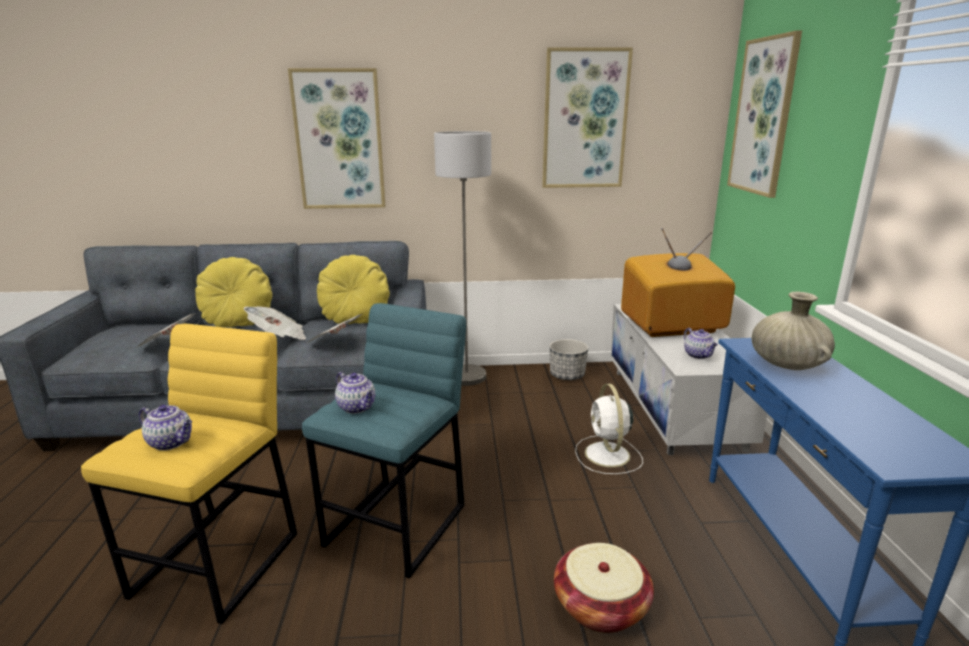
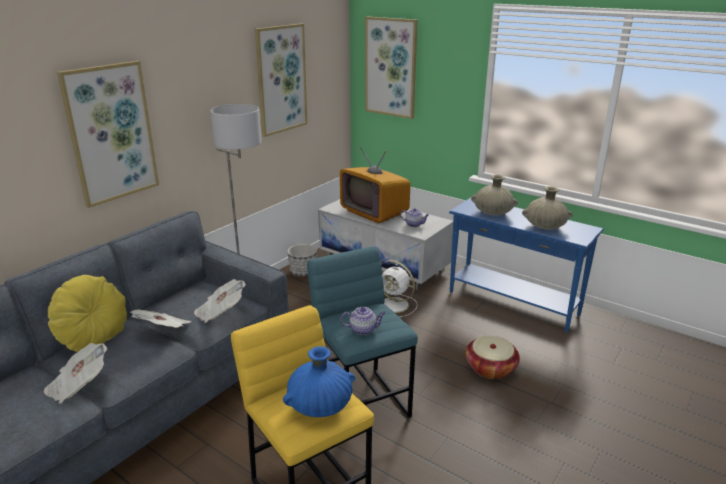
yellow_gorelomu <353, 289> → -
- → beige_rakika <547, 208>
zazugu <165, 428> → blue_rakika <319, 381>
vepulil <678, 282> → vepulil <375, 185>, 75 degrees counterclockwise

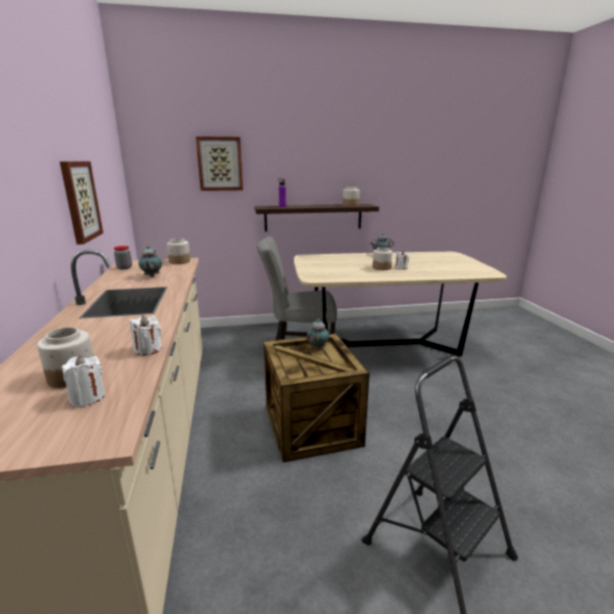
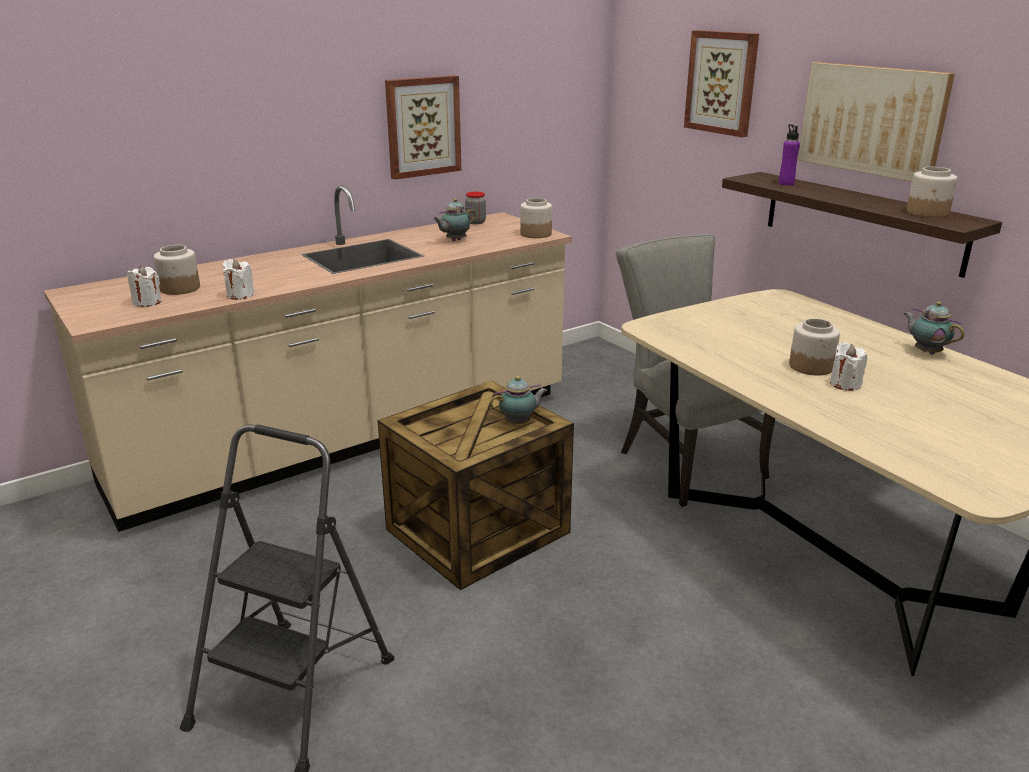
- → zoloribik <876, 122>

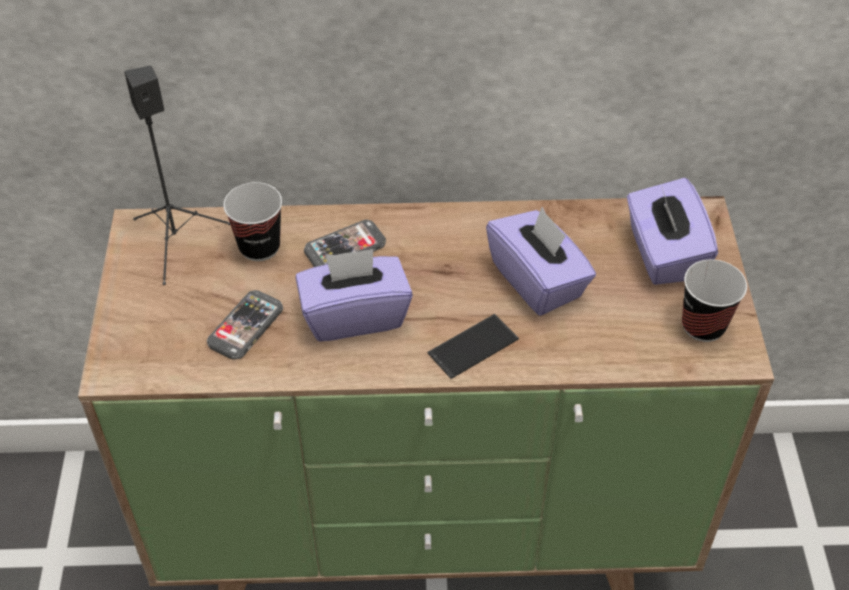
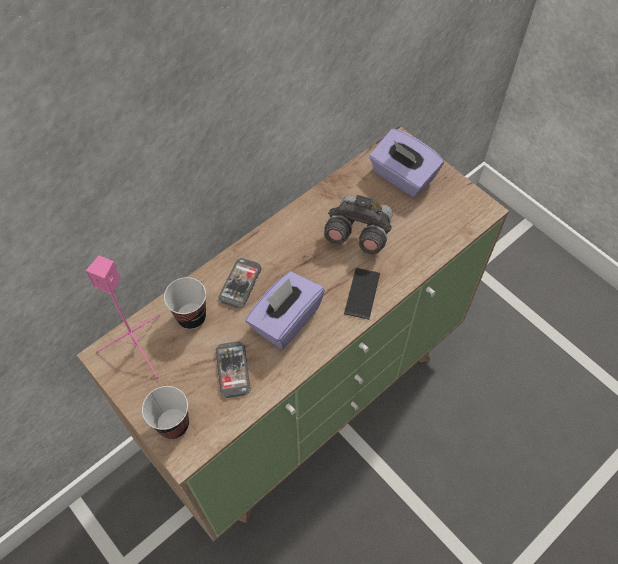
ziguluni <714, 300> → ziguluni <165, 412>, moved
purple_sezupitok <541, 261> → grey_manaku <358, 225>
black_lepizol <177, 175> → pink_lepizol <123, 317>

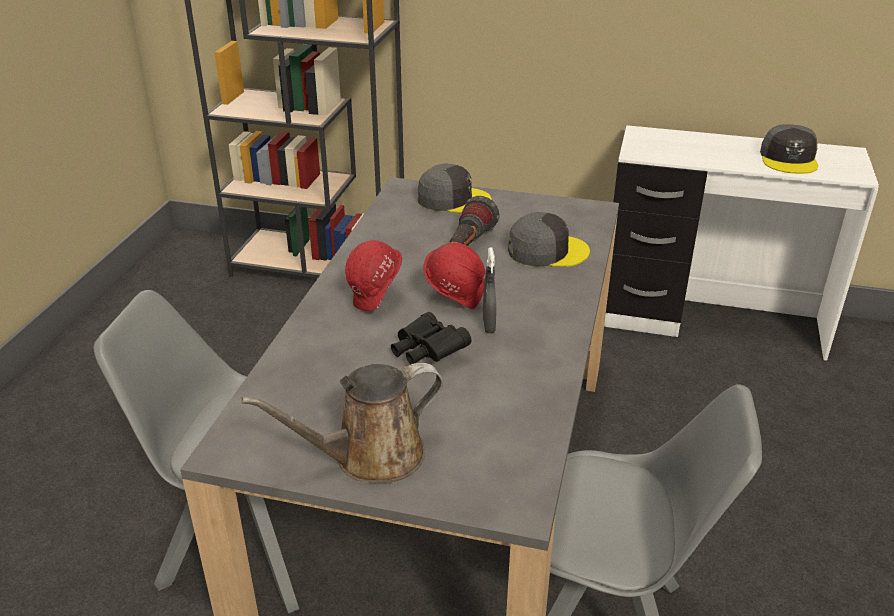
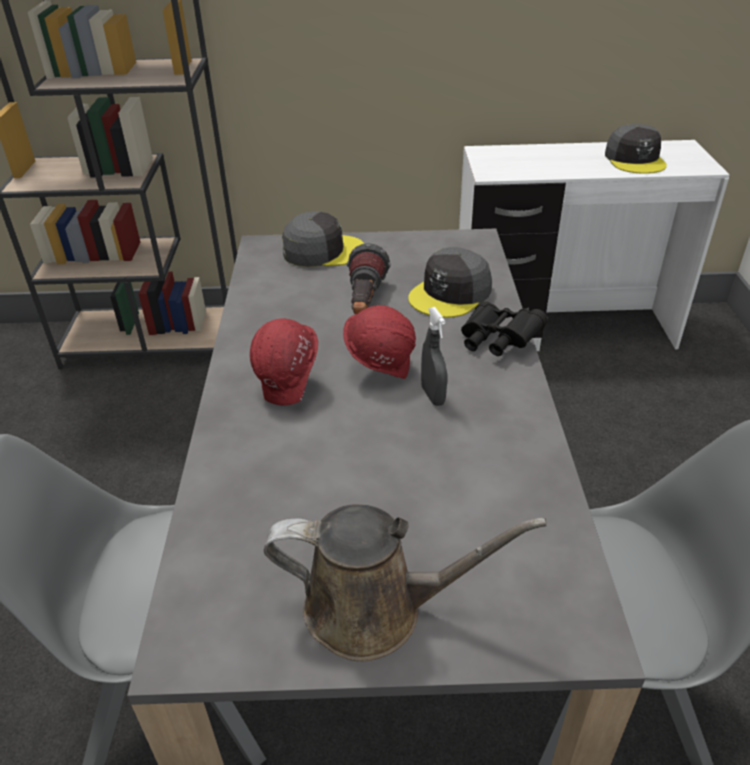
black_manaku <431, 338> → black_manaku <504, 328>, moved
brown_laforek <342, 422> → brown_laforek <405, 582>, 135 degrees counterclockwise
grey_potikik <549, 239> → grey_potikik <450, 282>, 150 degrees clockwise

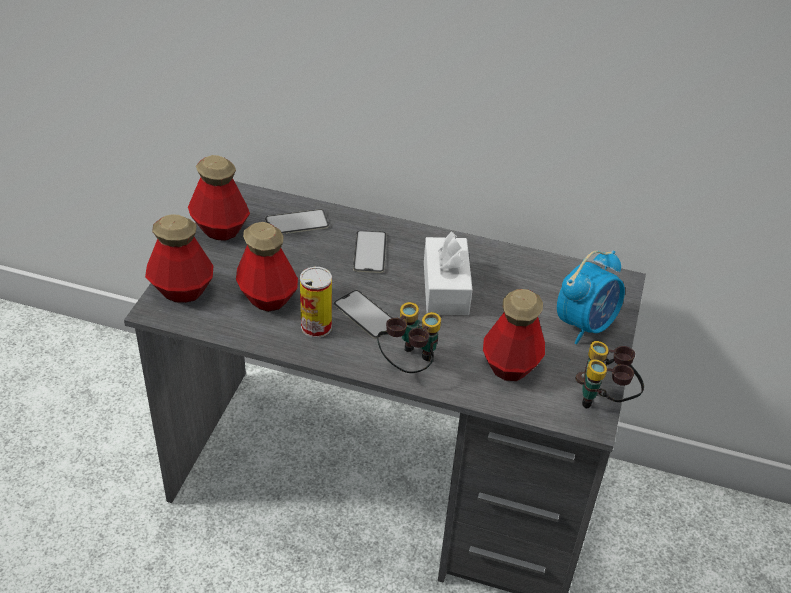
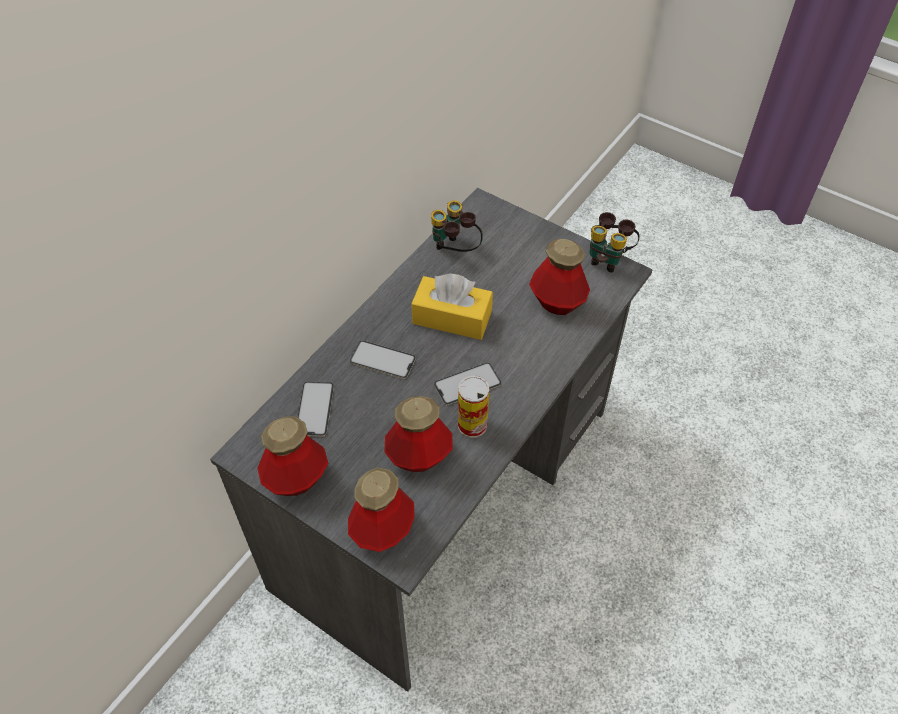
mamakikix <591, 297> → -
manaku <409, 337> → manaku <457, 226>, moved
white_sezupitok <448, 273> → yellow_sezupitok <452, 306>

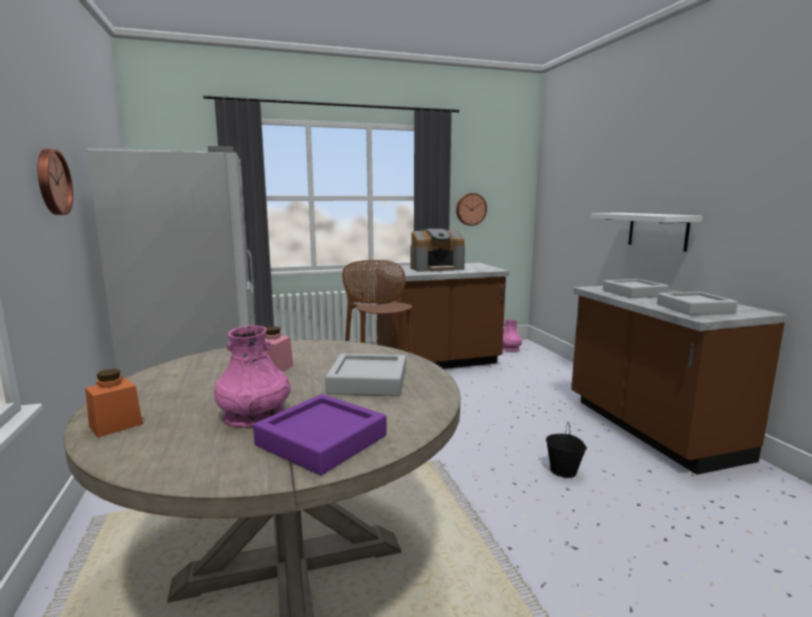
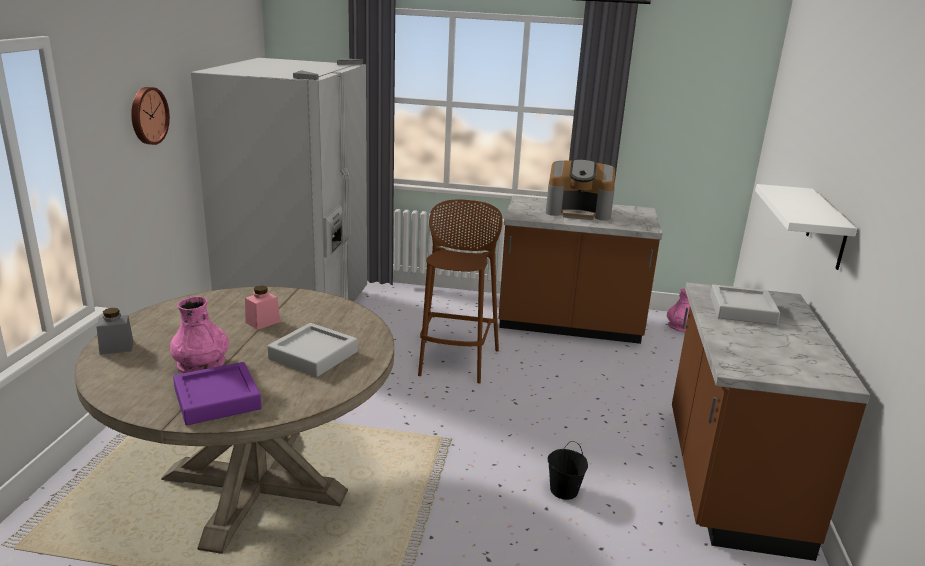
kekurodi <471, 209> → -
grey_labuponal <697, 303> → -
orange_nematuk <114, 403> → grey_nematuk <115, 331>

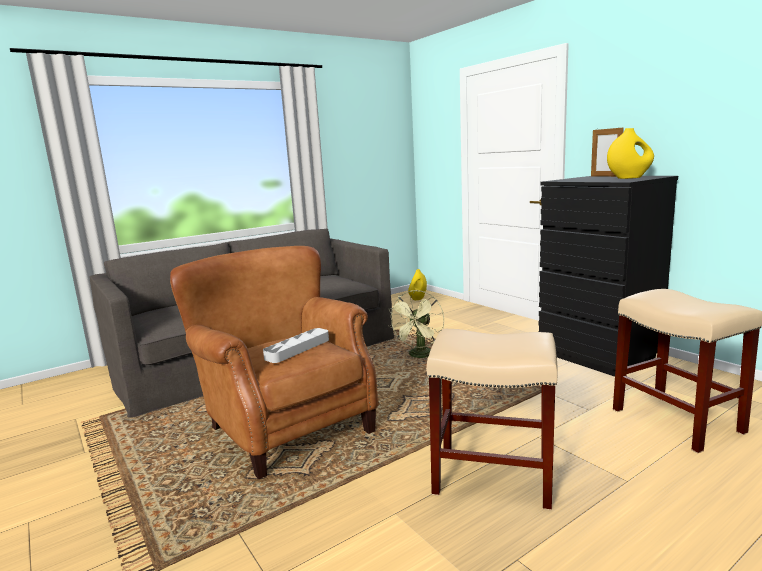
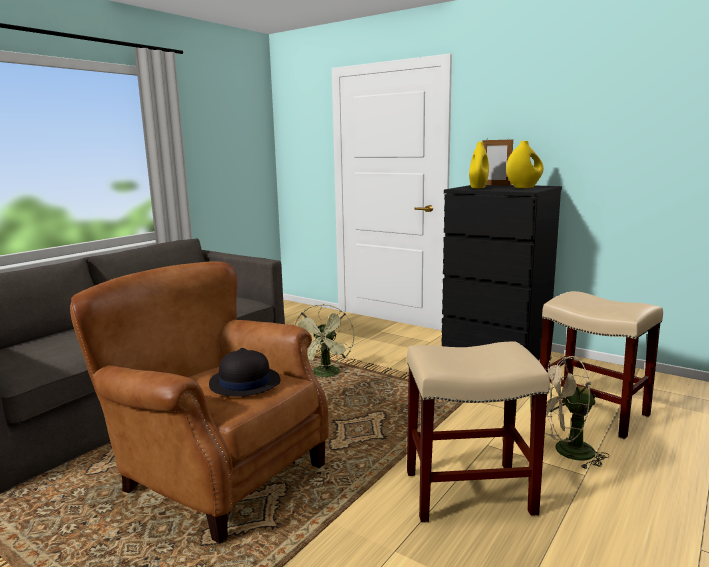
- → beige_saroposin <576, 412>
yellow_rakika <417, 284> → yellow_rakika <479, 165>, moved
grey_labuponal <296, 345> → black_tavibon <244, 372>

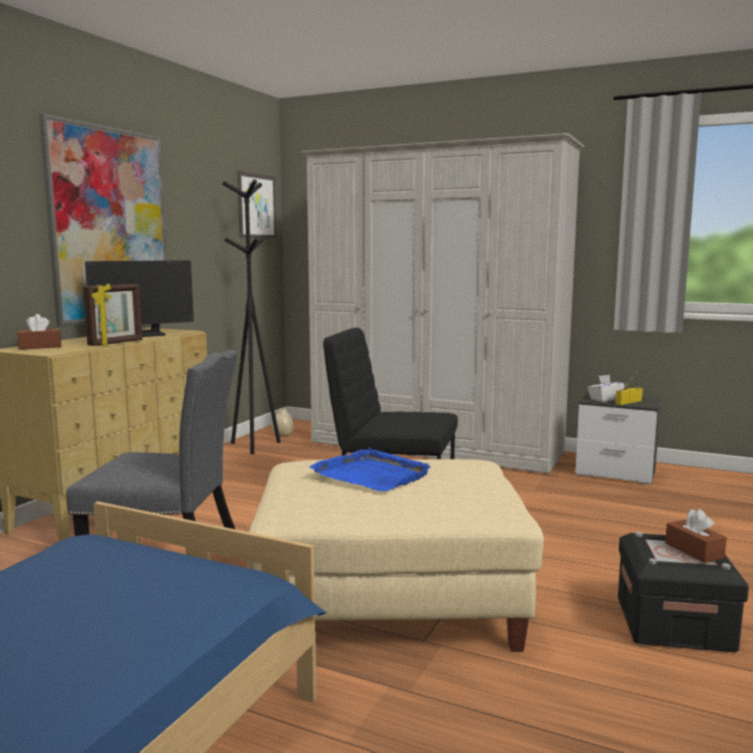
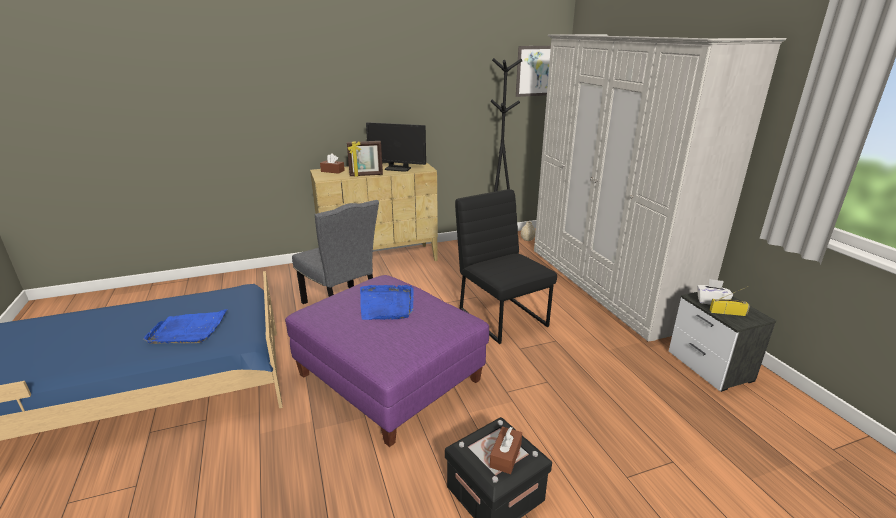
zoloribik <103, 220> → -
- → blue_labuponal <185, 326>
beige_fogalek <396, 555> → purple_fogalek <387, 361>

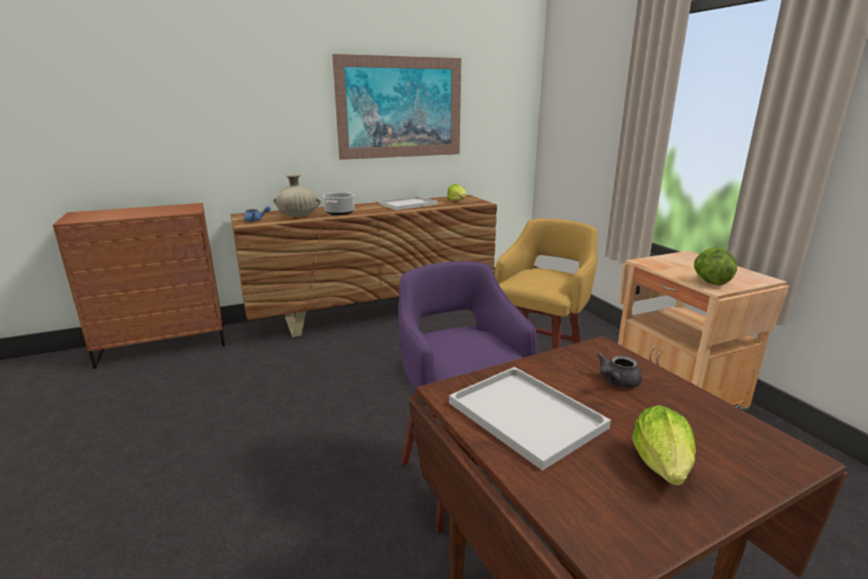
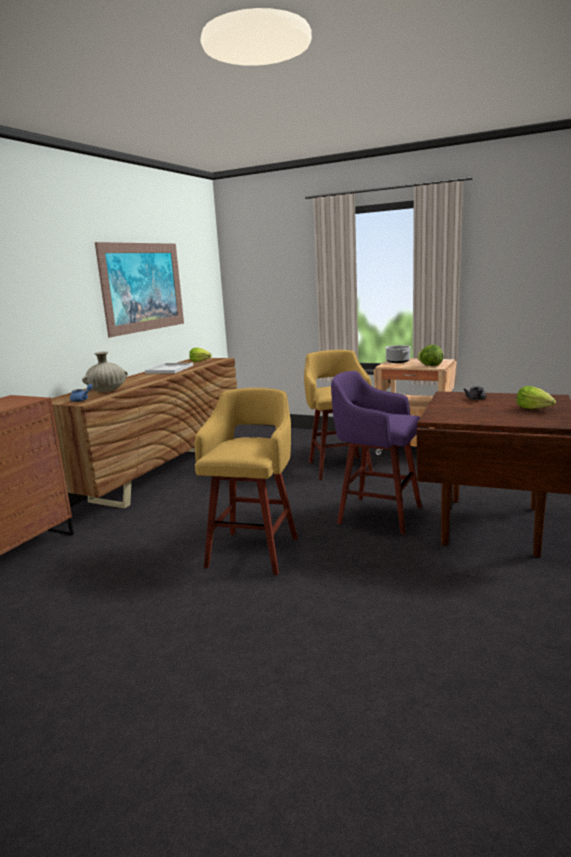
white_labuponal <530, 419> → -
- → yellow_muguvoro <246, 481>
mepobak <338, 203> → mepobak <398, 354>, moved

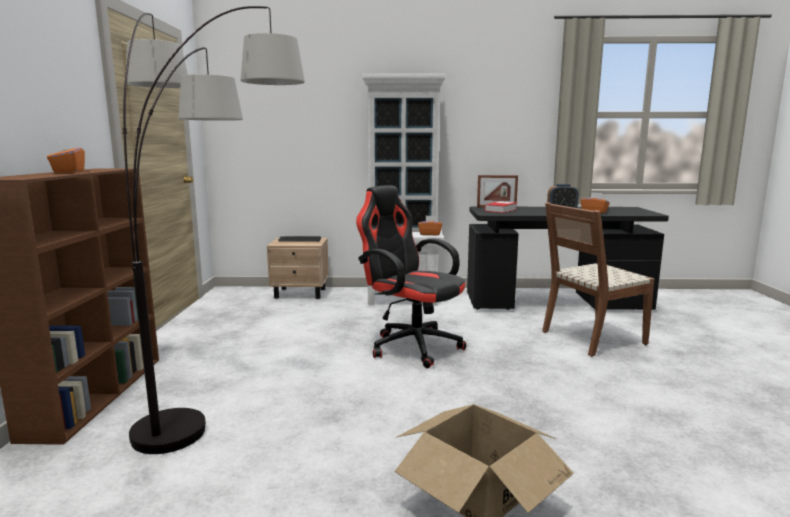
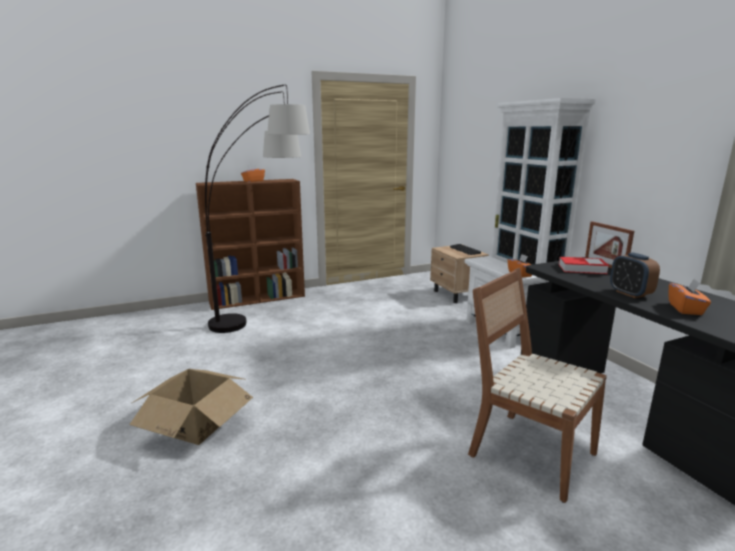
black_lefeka <411, 276> → -

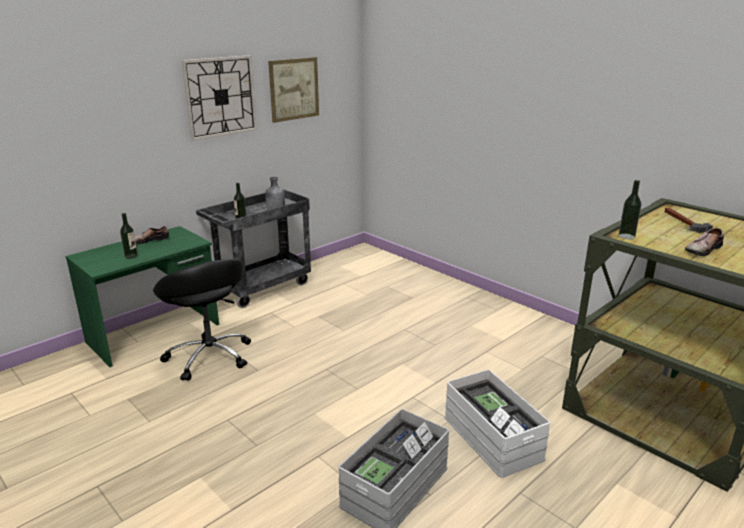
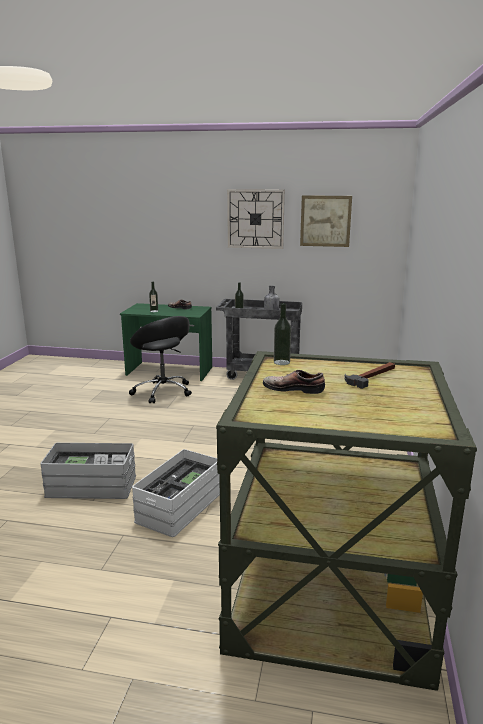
black_lefeka <202, 320> → black_lefeka <160, 359>, 60 degrees counterclockwise

